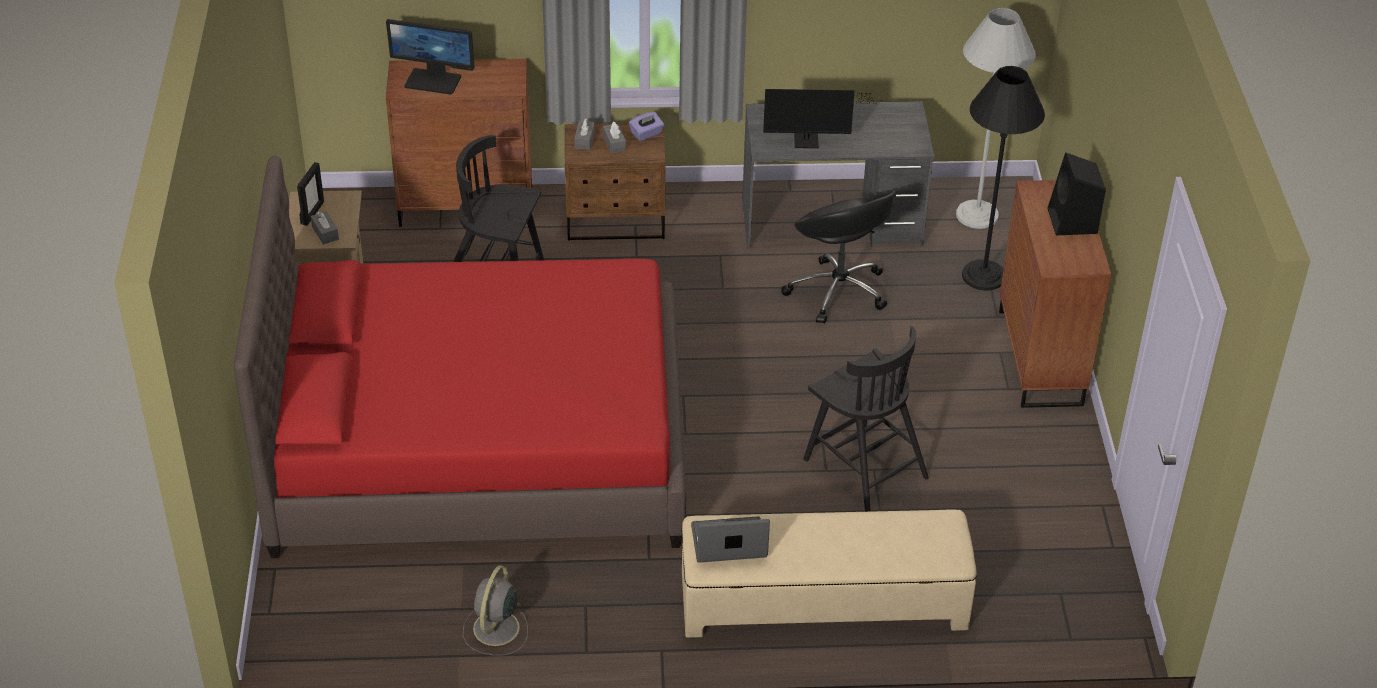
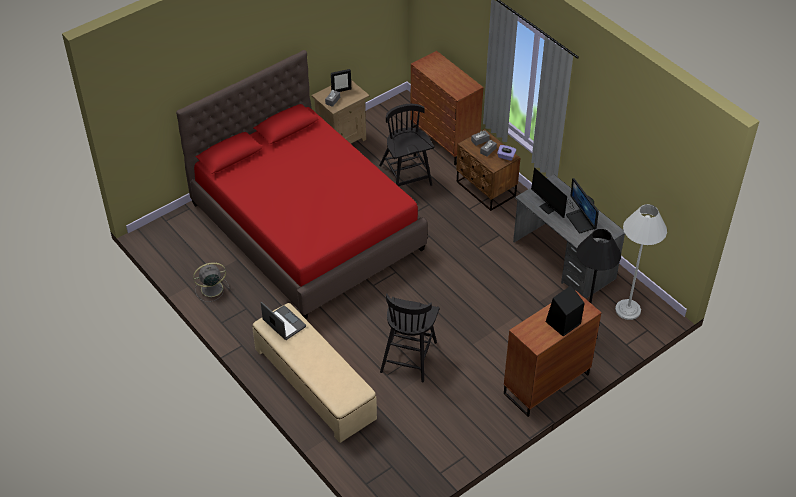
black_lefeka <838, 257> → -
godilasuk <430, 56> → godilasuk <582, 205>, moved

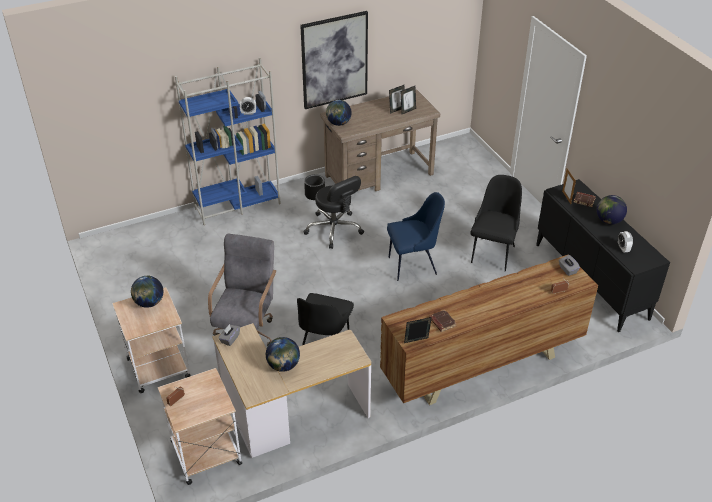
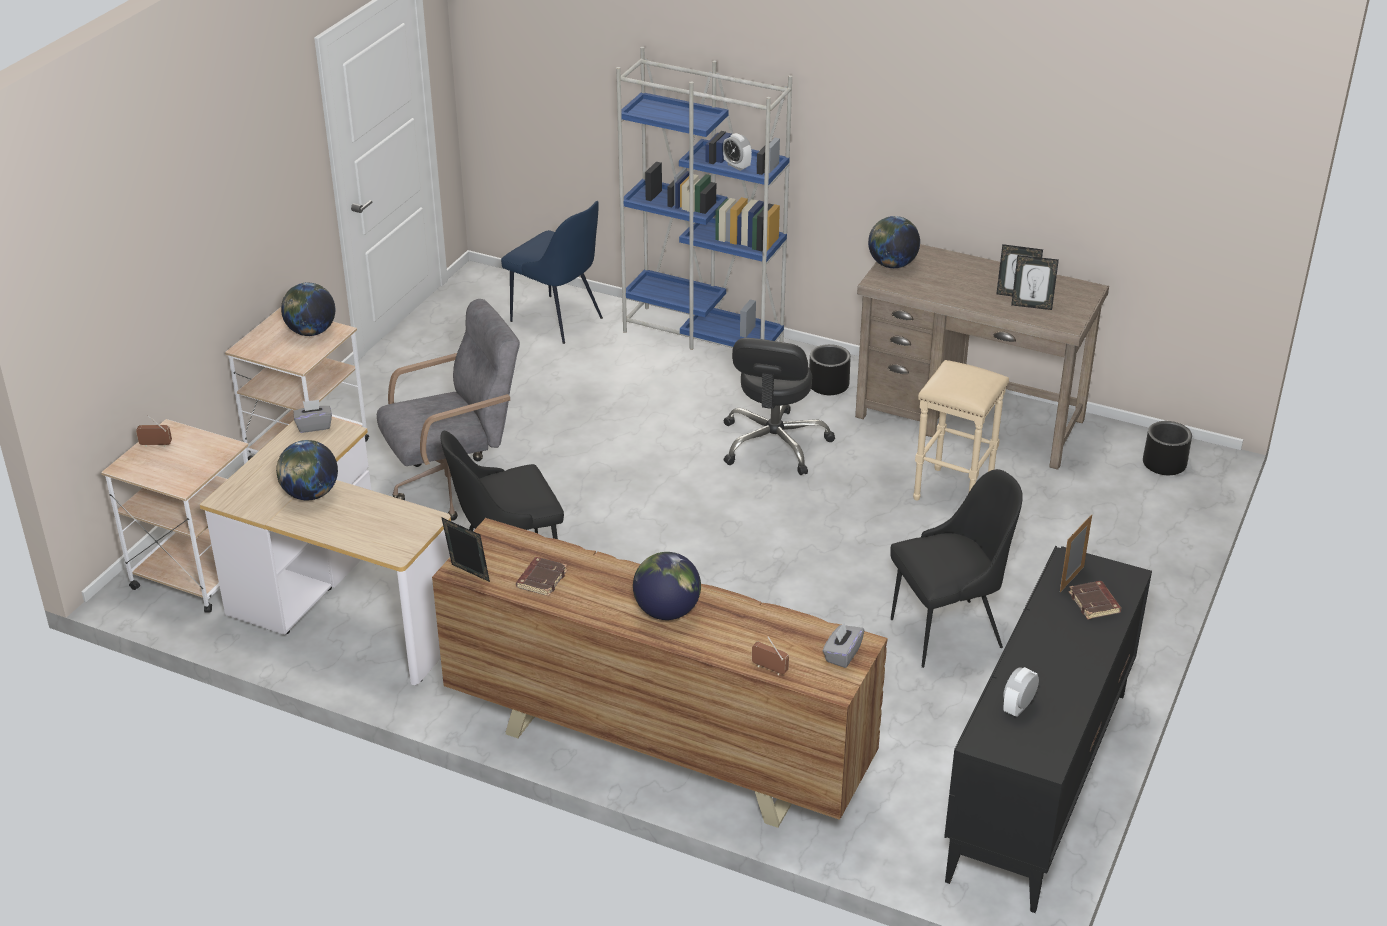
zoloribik <334, 60> → -
- → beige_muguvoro <961, 430>
- → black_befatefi <1167, 448>
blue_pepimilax <416, 236> → blue_pepimilax <552, 272>, moved
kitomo <612, 210> → kitomo <667, 586>, moved

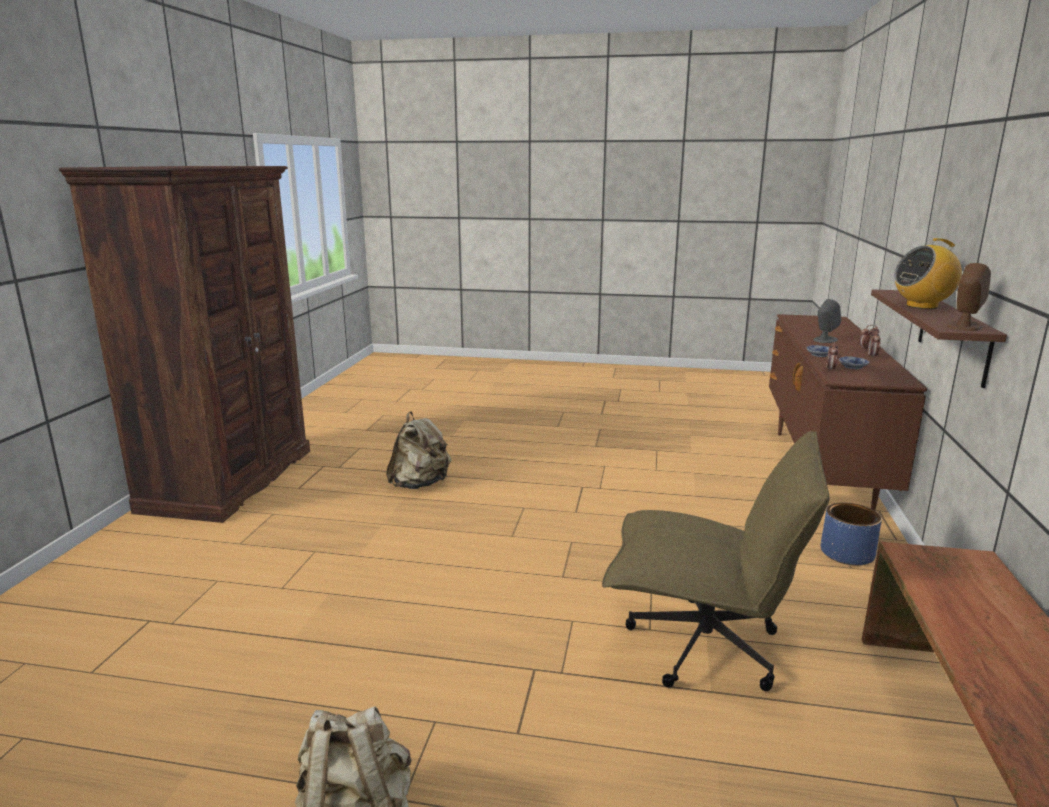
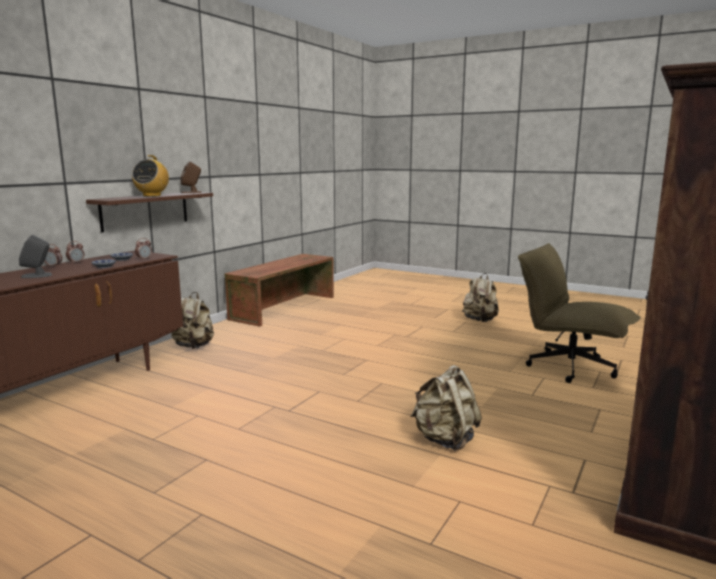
beige_lefeka <716, 561> → beige_lefeka <579, 313>, moved
blue_befatefi <851, 534> → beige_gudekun <192, 320>
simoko <928, 273> → simoko <150, 176>, 90 degrees clockwise

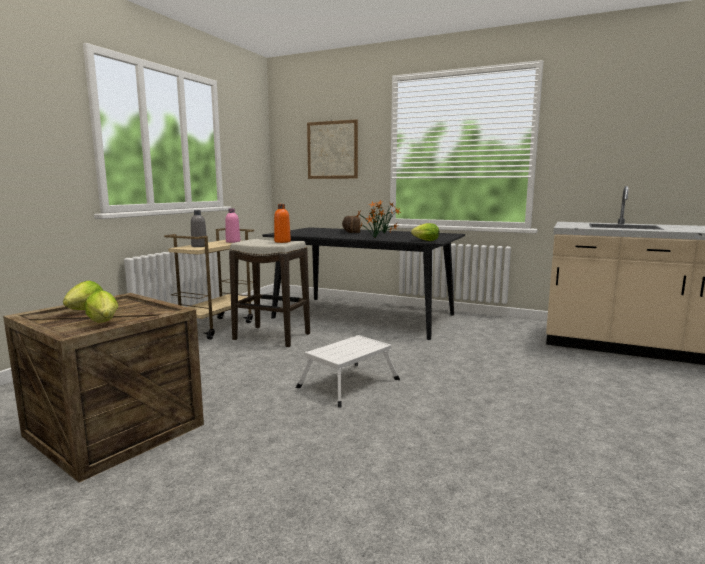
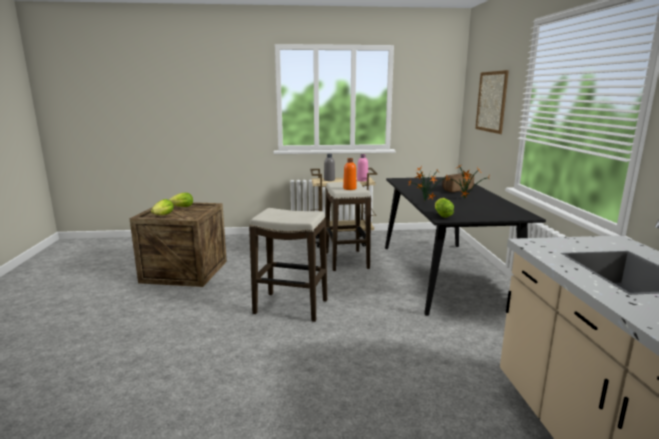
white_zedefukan <348, 371> → muguvoro <288, 265>

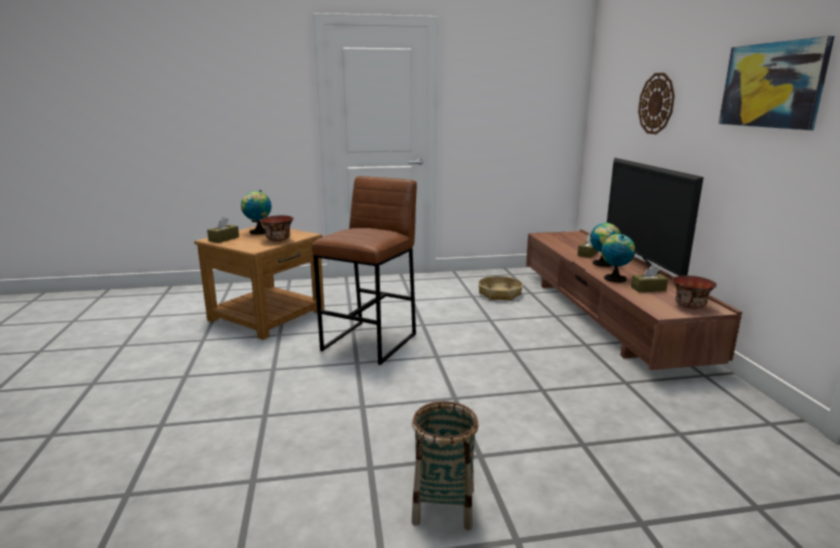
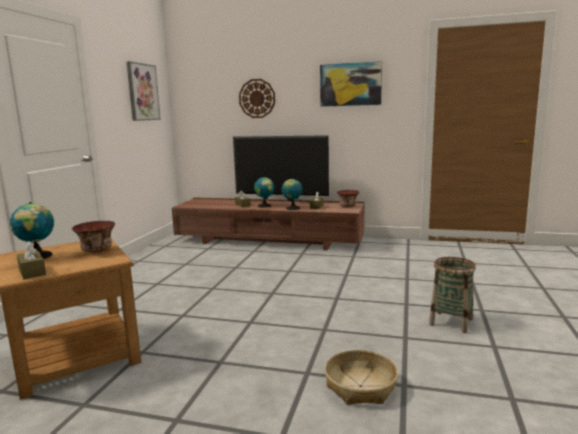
brown_muguvoro <364, 270> → -
- → zoloribik <144, 91>
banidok <500, 288> → banidok <361, 377>, moved

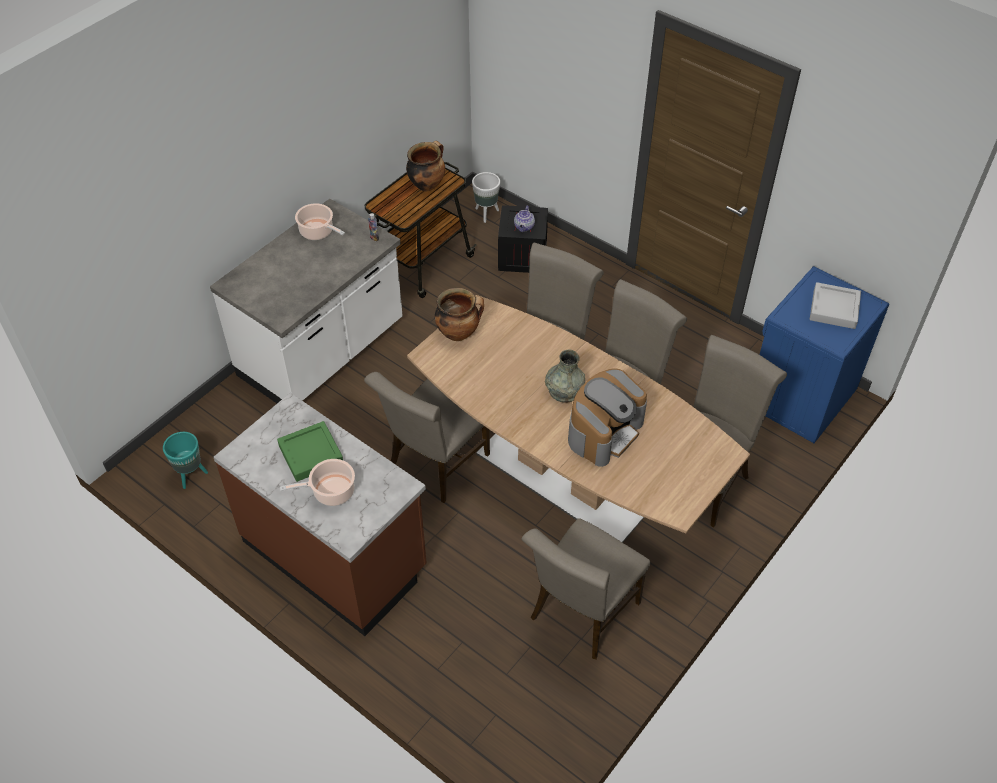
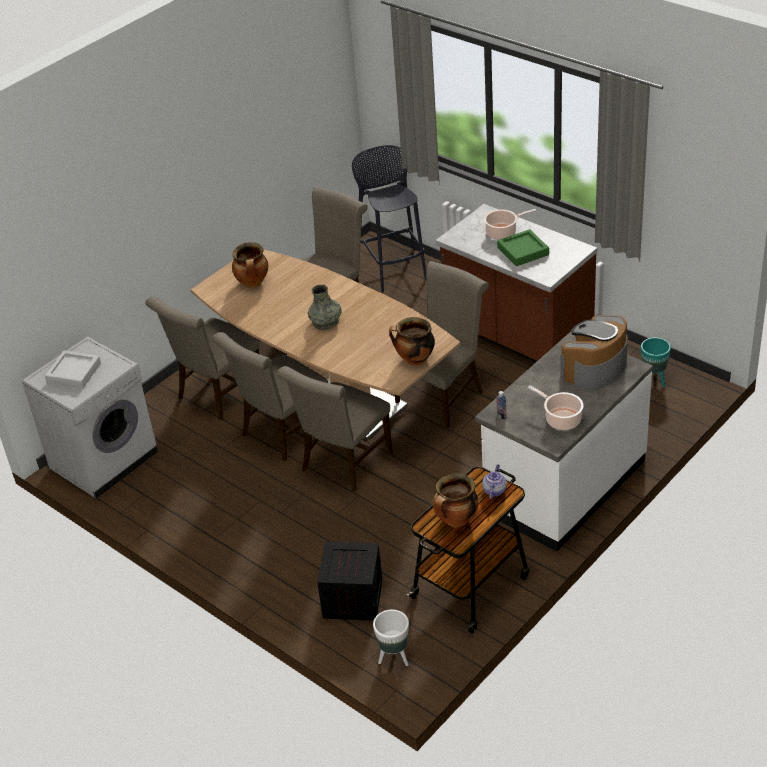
- → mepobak <250, 265>
- → grey_muguvoro <389, 218>
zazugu <524, 219> → zazugu <494, 482>, moved
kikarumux <607, 417> → kikarumux <594, 353>, moved
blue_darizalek <824, 354> → white_darizalek <90, 417>

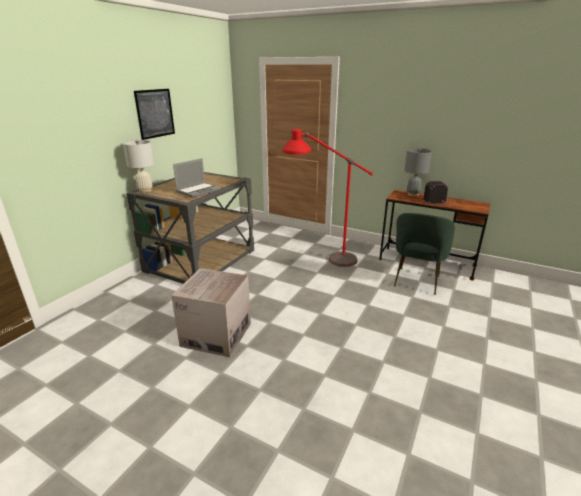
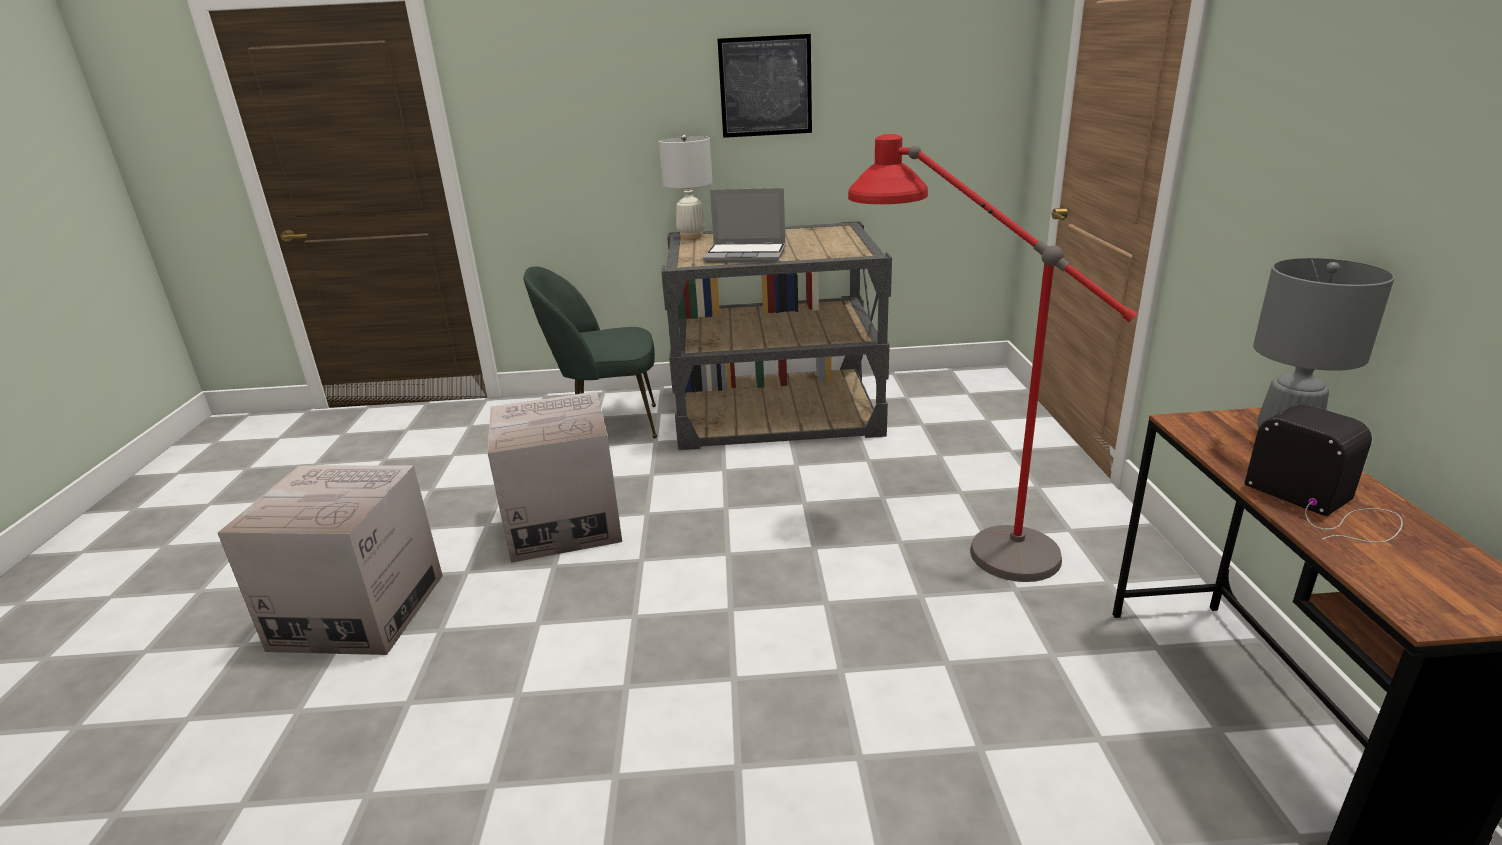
- → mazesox <330, 560>
green_pepimilax <424, 254> → green_pepimilax <590, 352>, moved

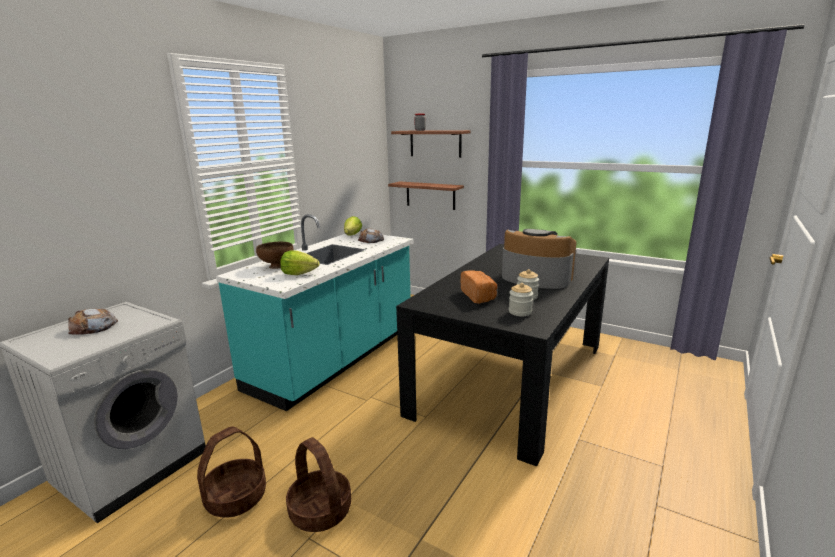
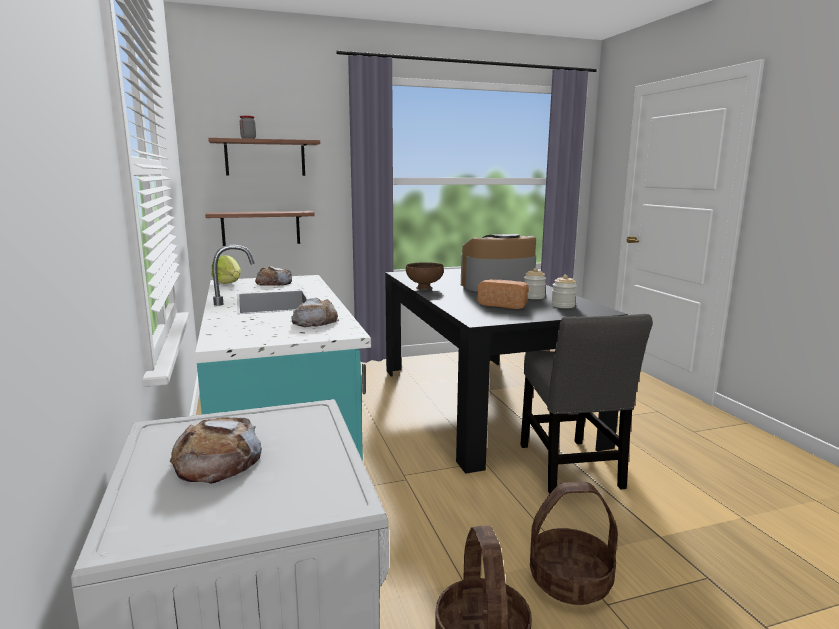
- → grey_pepimilax <586, 404>
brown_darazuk <274, 255> → brown_darazuk <425, 276>, moved
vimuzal <300, 262> → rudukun <315, 312>

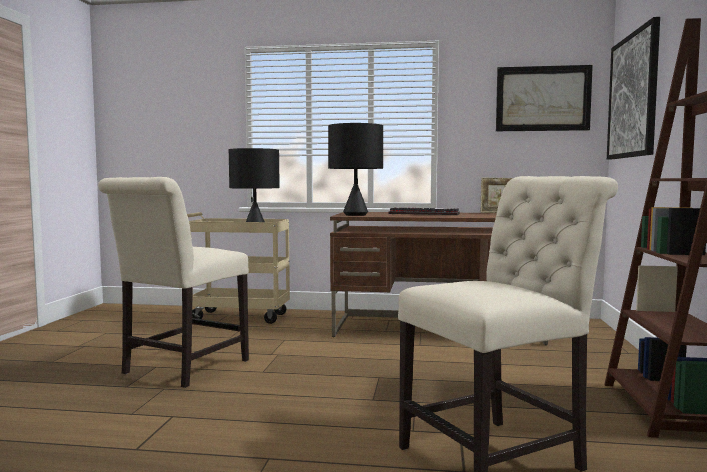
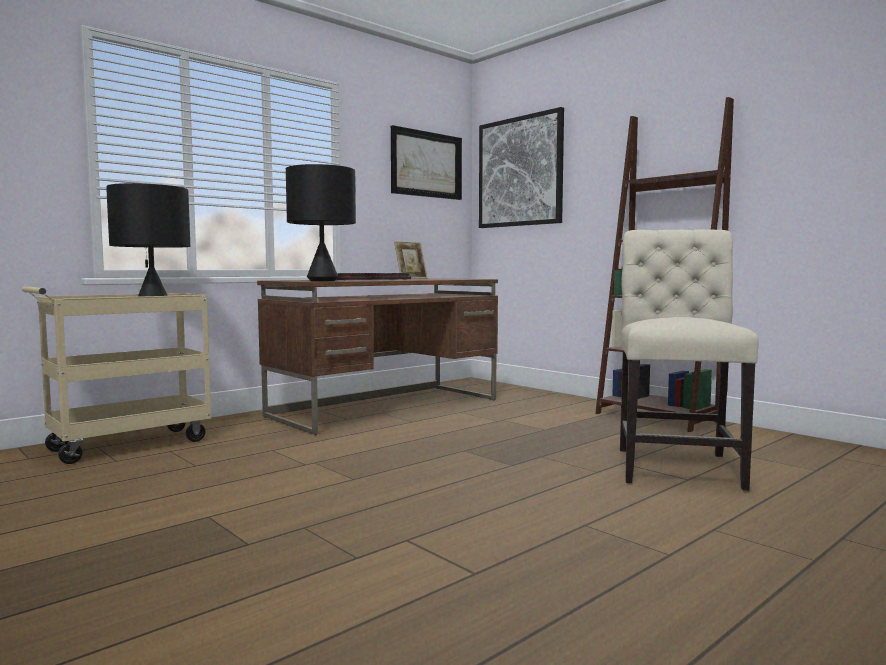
beige_pepimilax <173, 282> → -

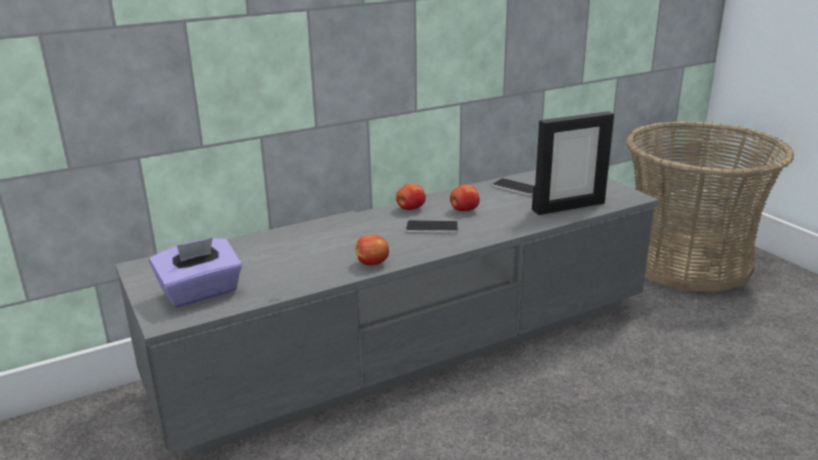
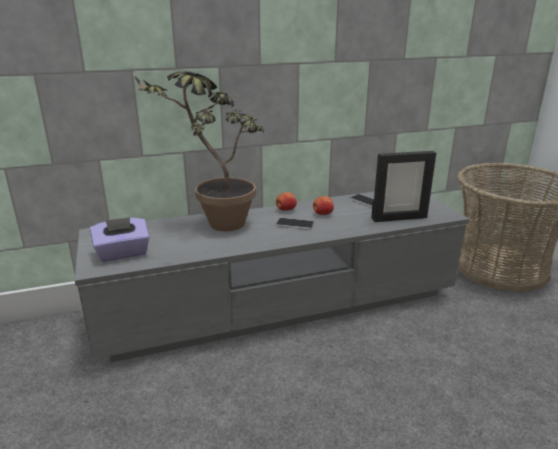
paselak <372, 250> → -
- → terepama <198, 151>

